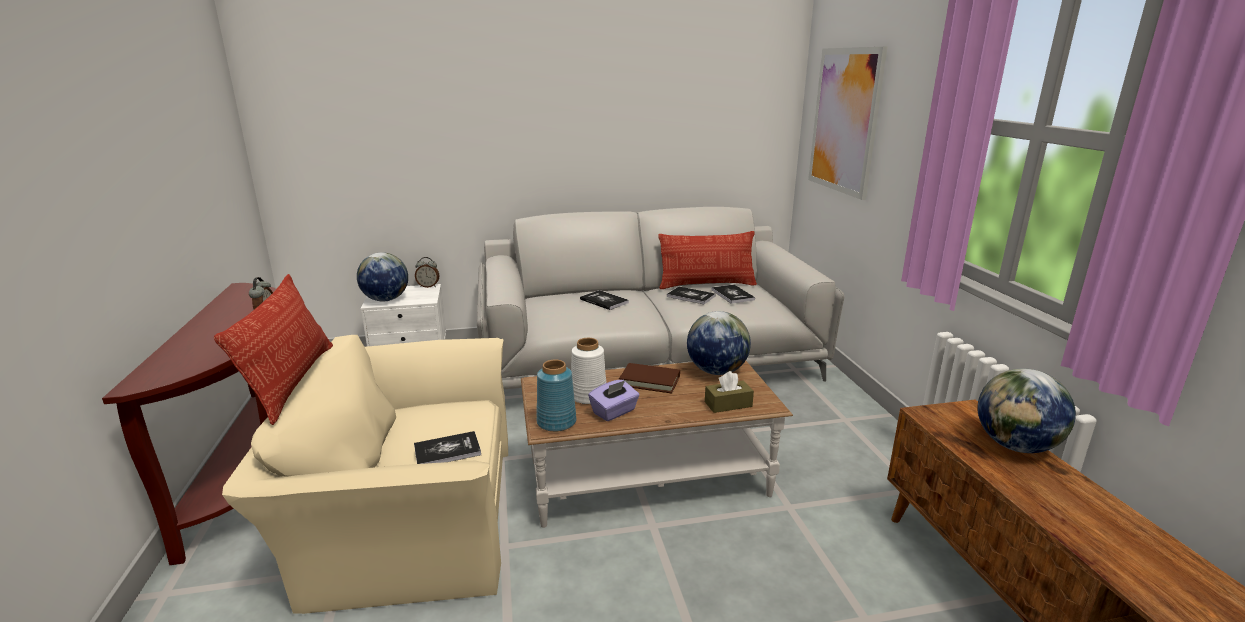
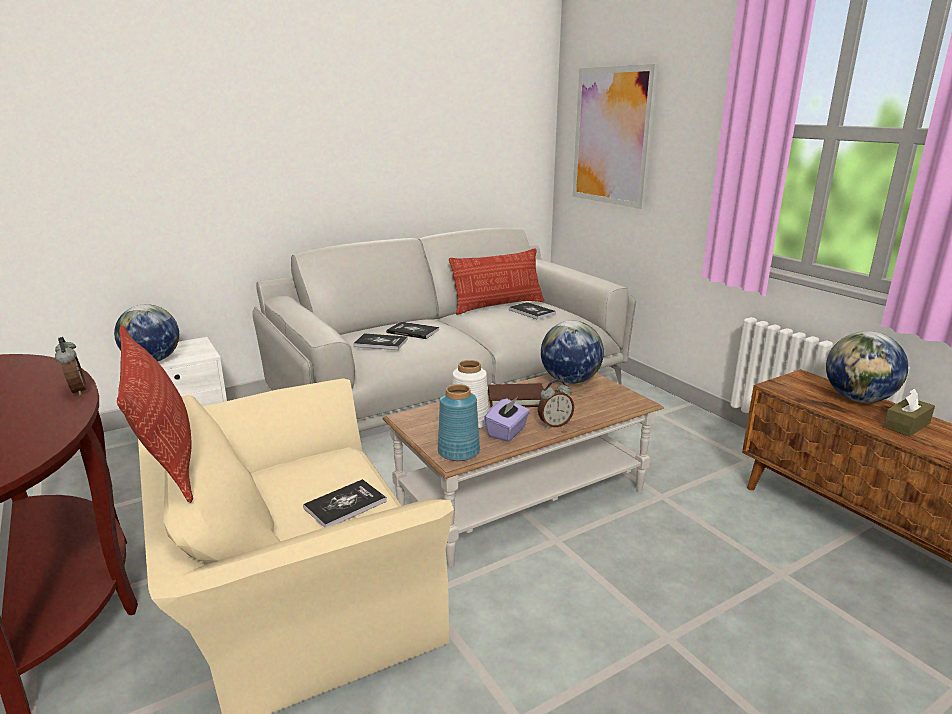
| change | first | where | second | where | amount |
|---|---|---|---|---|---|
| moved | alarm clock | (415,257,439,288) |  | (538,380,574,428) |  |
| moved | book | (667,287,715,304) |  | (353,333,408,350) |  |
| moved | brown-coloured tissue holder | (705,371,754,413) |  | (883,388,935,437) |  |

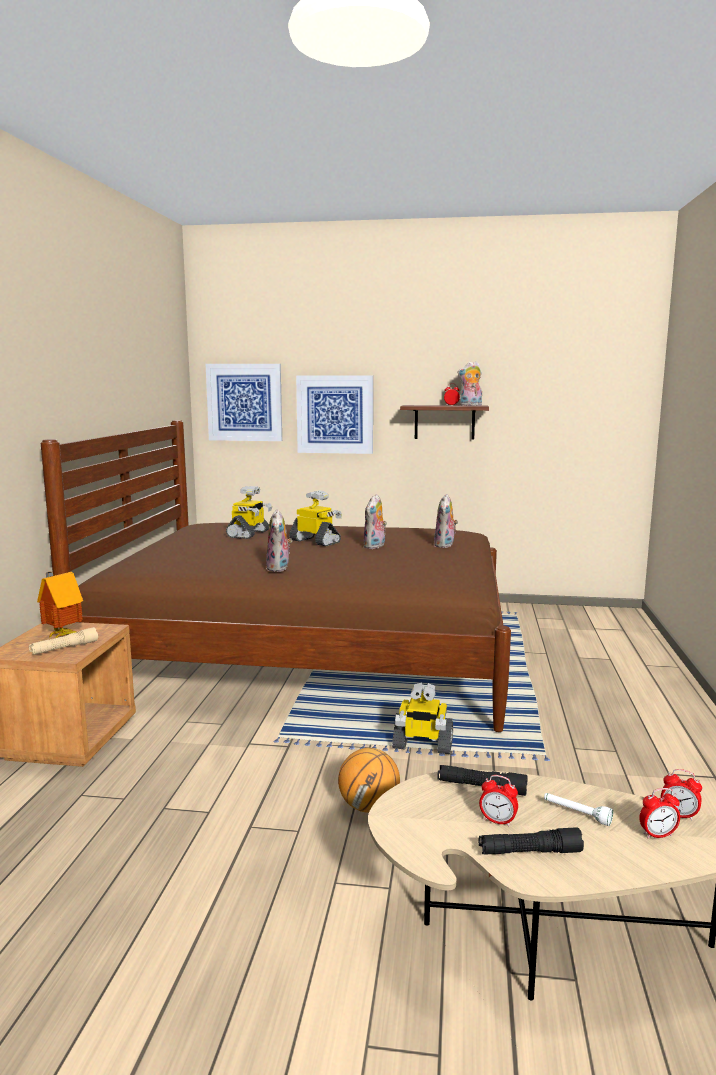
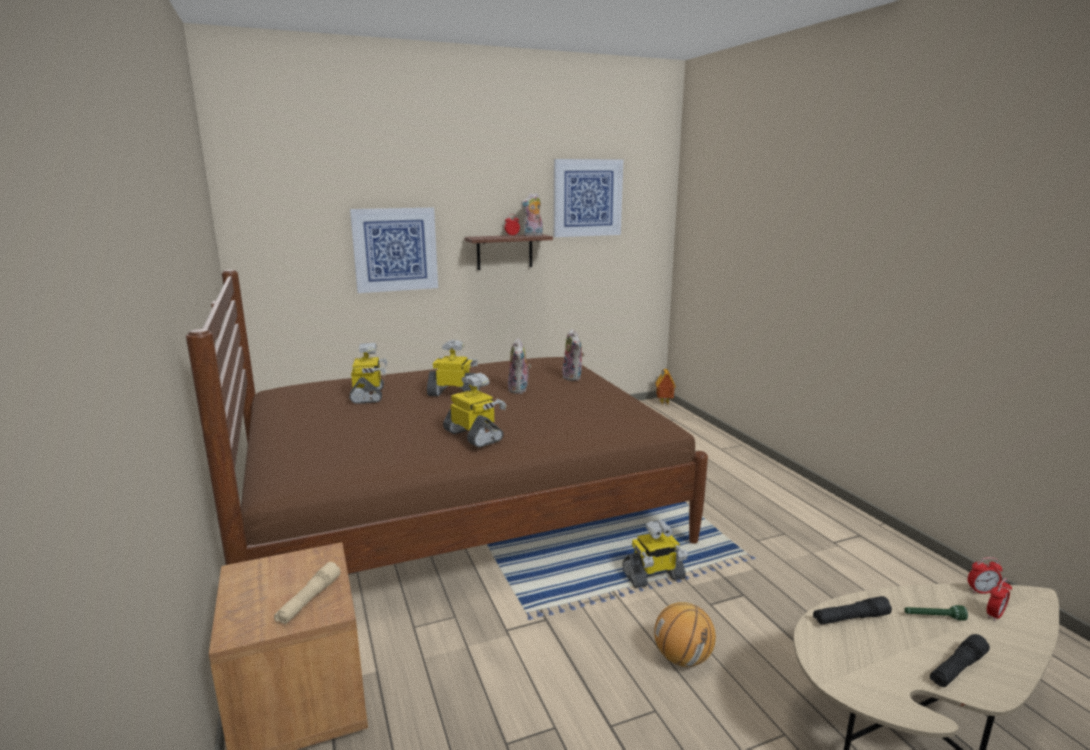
| change | first | where | second | where | amount |
|---|---|---|---|---|---|
| moved | wall picture | (206,364,282,441) |  | (554,159,623,237) |  |
| replaced | soft toy | (266,510,292,572) | model robot | (443,373,507,447) |  |
| moved | model house | (37,571,83,638) |  | (656,369,676,405) |  |
| removed | alarm clock | (479,775,518,826) |  |  |  |
| recoloured | whitish hand torch | (544,793,613,826) | greenish hand torch | (905,605,968,621) |  |

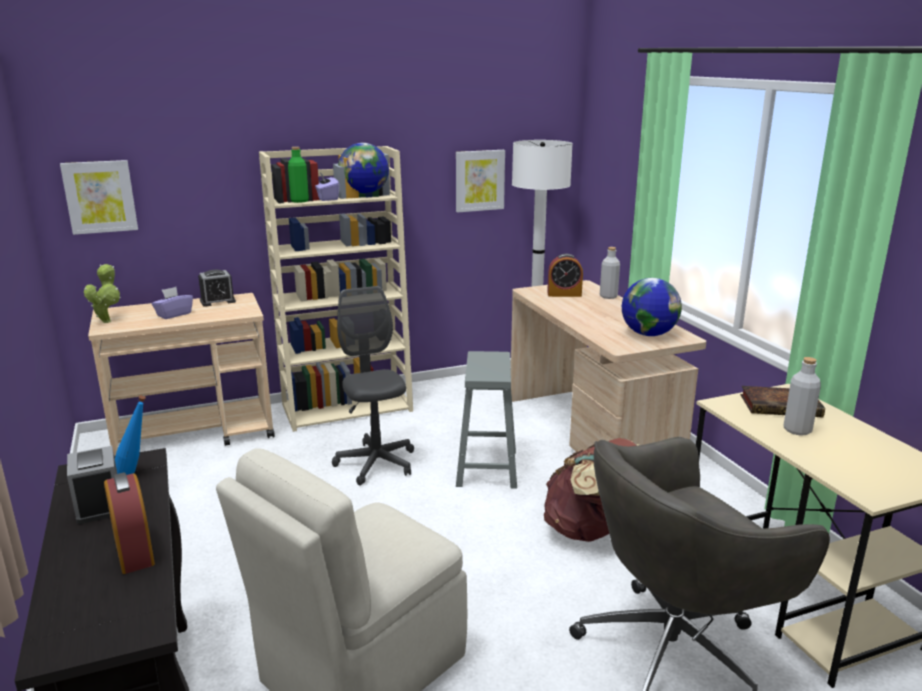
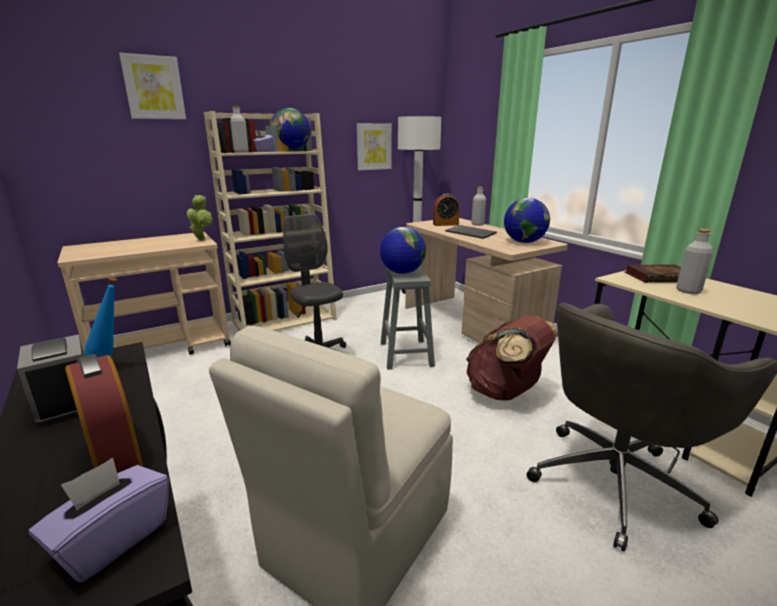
| change | first | where | second | where | amount |
|---|---|---|---|---|---|
| recoloured | greenish drink bottle | (288,147,309,203) | grey drink bottle | (230,106,249,153) |  |
| moved | wall picture | (60,160,138,235) |  | (119,53,186,119) |  |
| moved | potted plant | (84,264,121,323) |  | (187,195,213,241) |  |
| removed | alarm clock | (198,270,236,307) |  |  |  |
| moved | purple tissue holder | (152,287,193,319) |  | (29,458,169,582) |  |
| added |  |  | PC keyboard | (445,225,497,239) |  |
| added |  |  | desk globe | (380,227,426,274) |  |

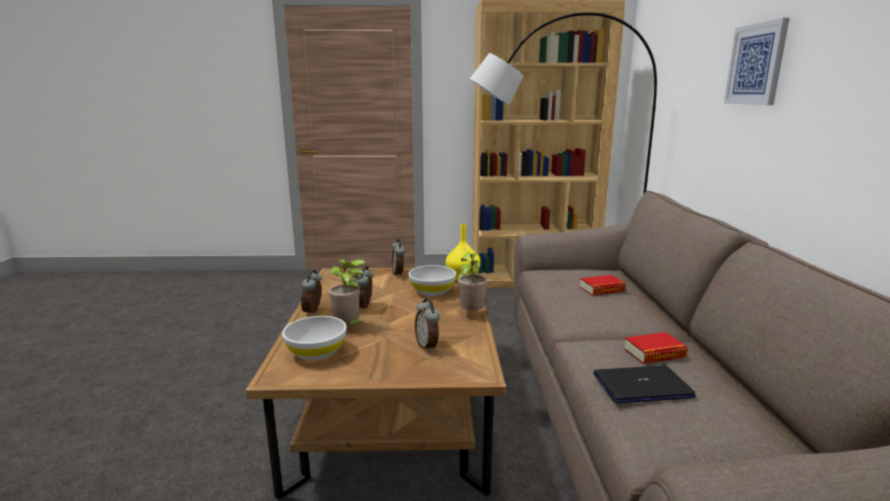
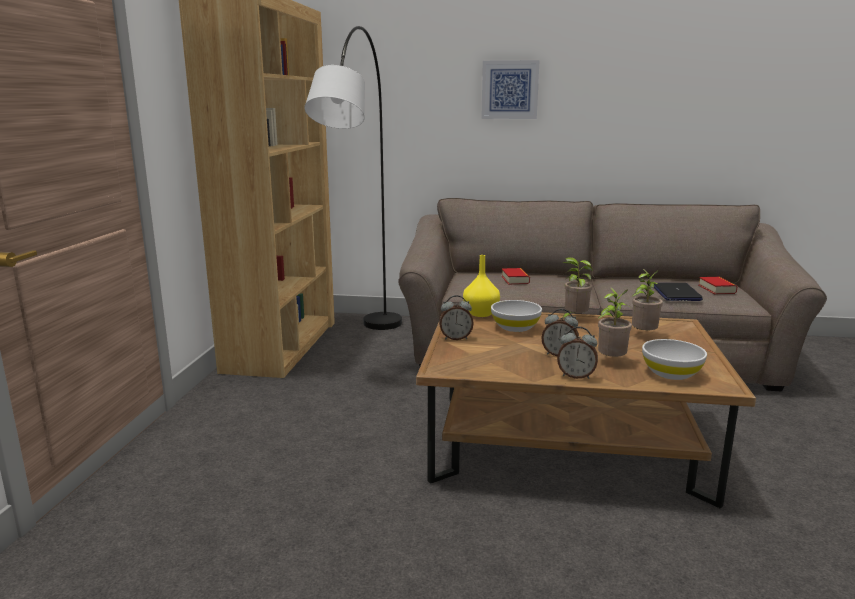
| change | first | where | second | where | amount |
|---|---|---|---|---|---|
| replaced | alarm clock | (415,298,440,352) | potted plant | (631,269,663,331) |  |
| moved | book | (624,332,688,364) |  | (698,277,737,294) |  |

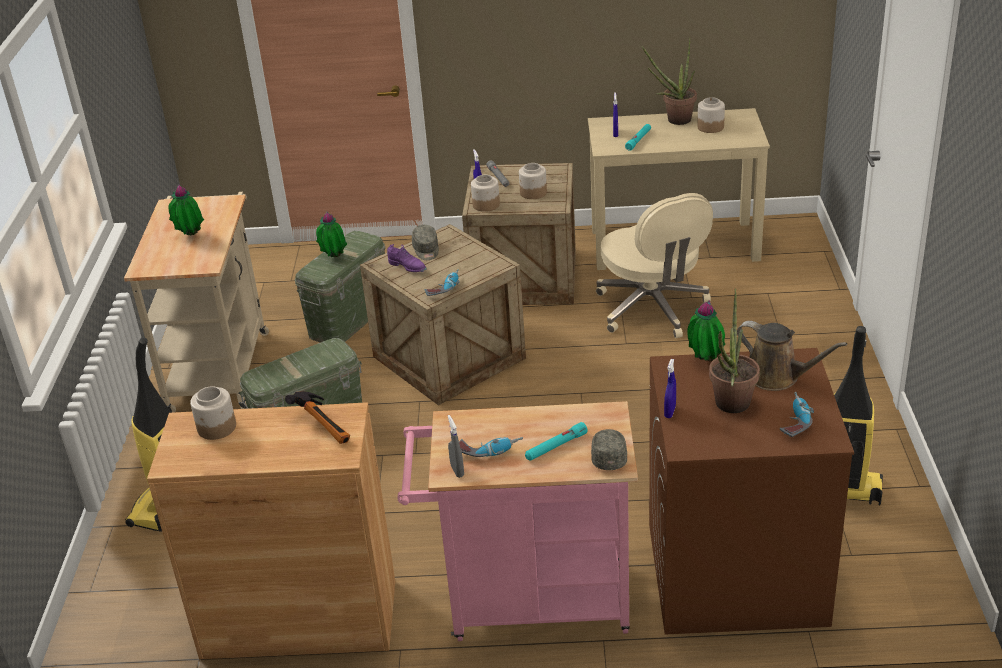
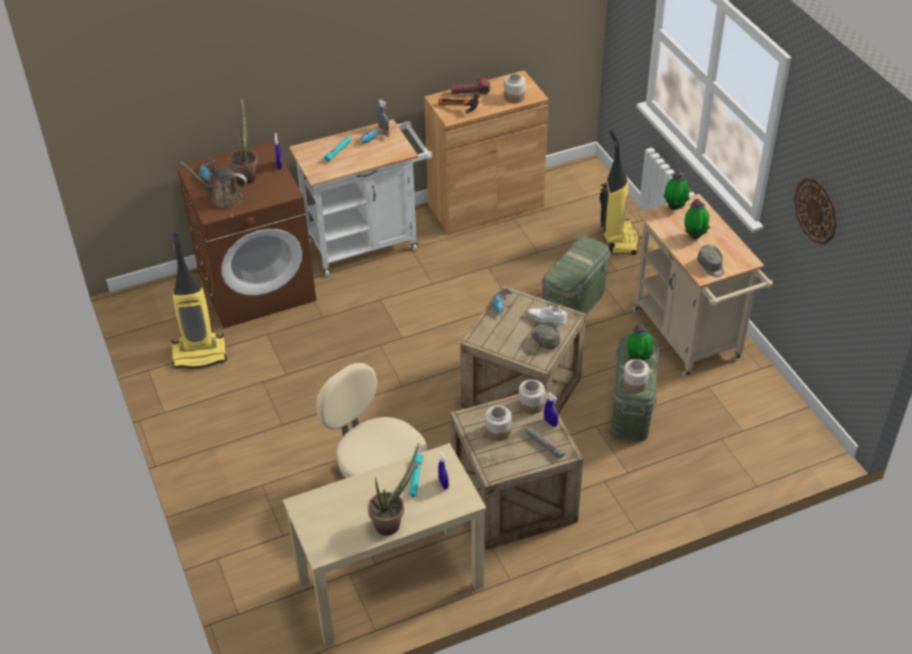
| change | first | where | second | where | amount |
|---|---|---|---|---|---|
| moved | preserve jar | (697,97,725,133) |  | (623,359,649,393) |  |
| recoloured | purple low shoe | (387,244,427,272) | whitish low shoe | (527,304,567,326) |  |
| moved | potted plant | (687,300,725,362) |  | (664,170,690,210) |  |
| recoloured | pink wheeled cart | (398,401,638,641) | whitish wheeled cart | (289,119,433,276) |  |
| moved | grey cap | (591,429,627,470) |  | (697,245,724,277) |  |
| added |  |  | hand torch | (451,78,490,94) |  |
| added |  |  | wall clock | (794,178,837,245) |  |

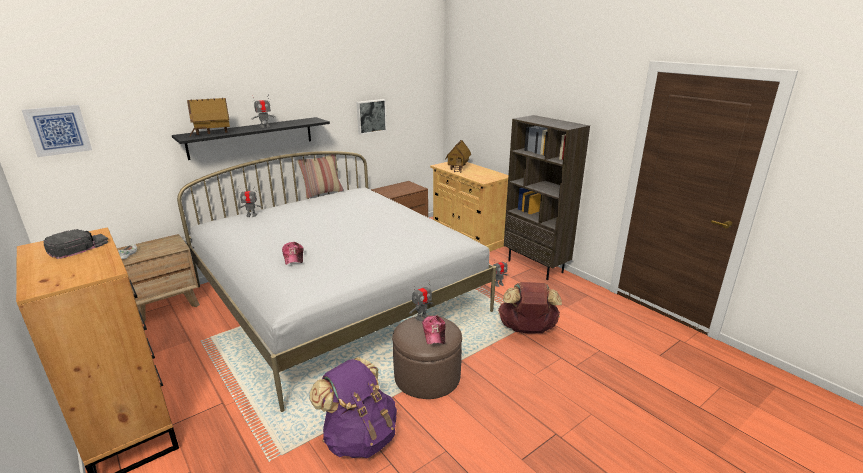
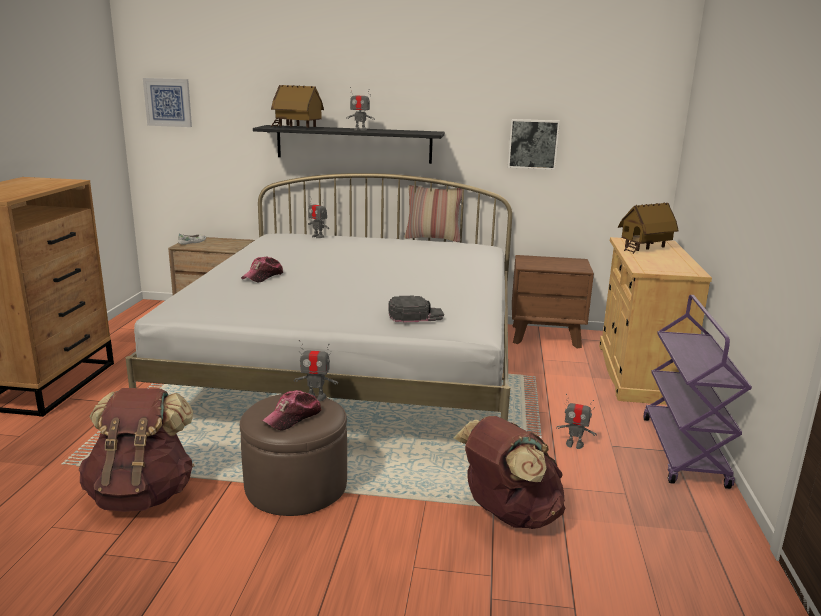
| change | first | where | second | where | amount |
|---|---|---|---|---|---|
| replaced | brown-coloured bookcase | (504,115,590,280) | purple wheeled cart | (643,295,752,489) |  |
| moved | black cap | (43,229,108,259) |  | (388,296,444,322) |  |
| recoloured | purple knapsack | (310,357,397,458) | brown-coloured knapsack | (79,388,194,512) |  |

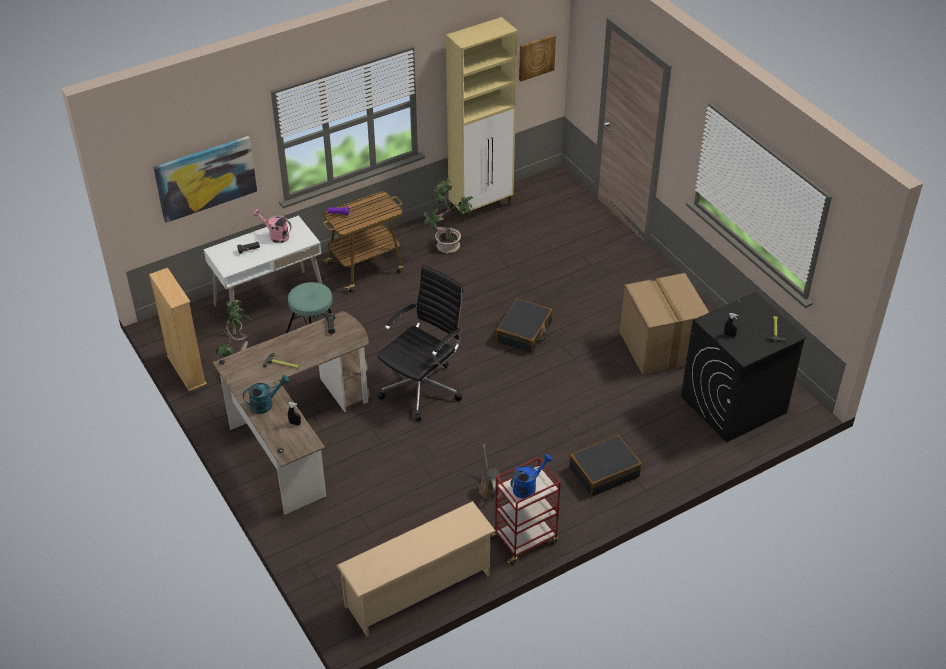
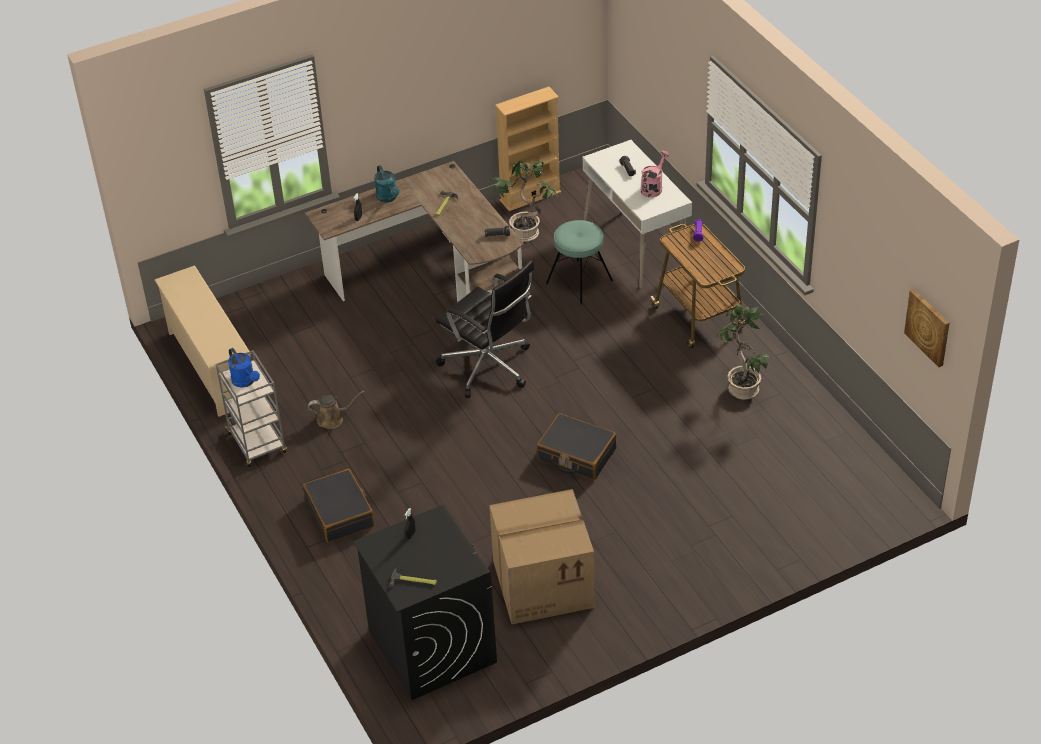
| change | first | where | second | where | amount |
|---|---|---|---|---|---|
| removed | sand-coloured cabinet | (446,17,518,223) |  |  |  |
| removed | wall picture | (153,136,257,223) |  |  |  |
| recoloured | red wheeled cart | (490,457,561,565) | grey wheeled cart | (216,350,287,467) |  |

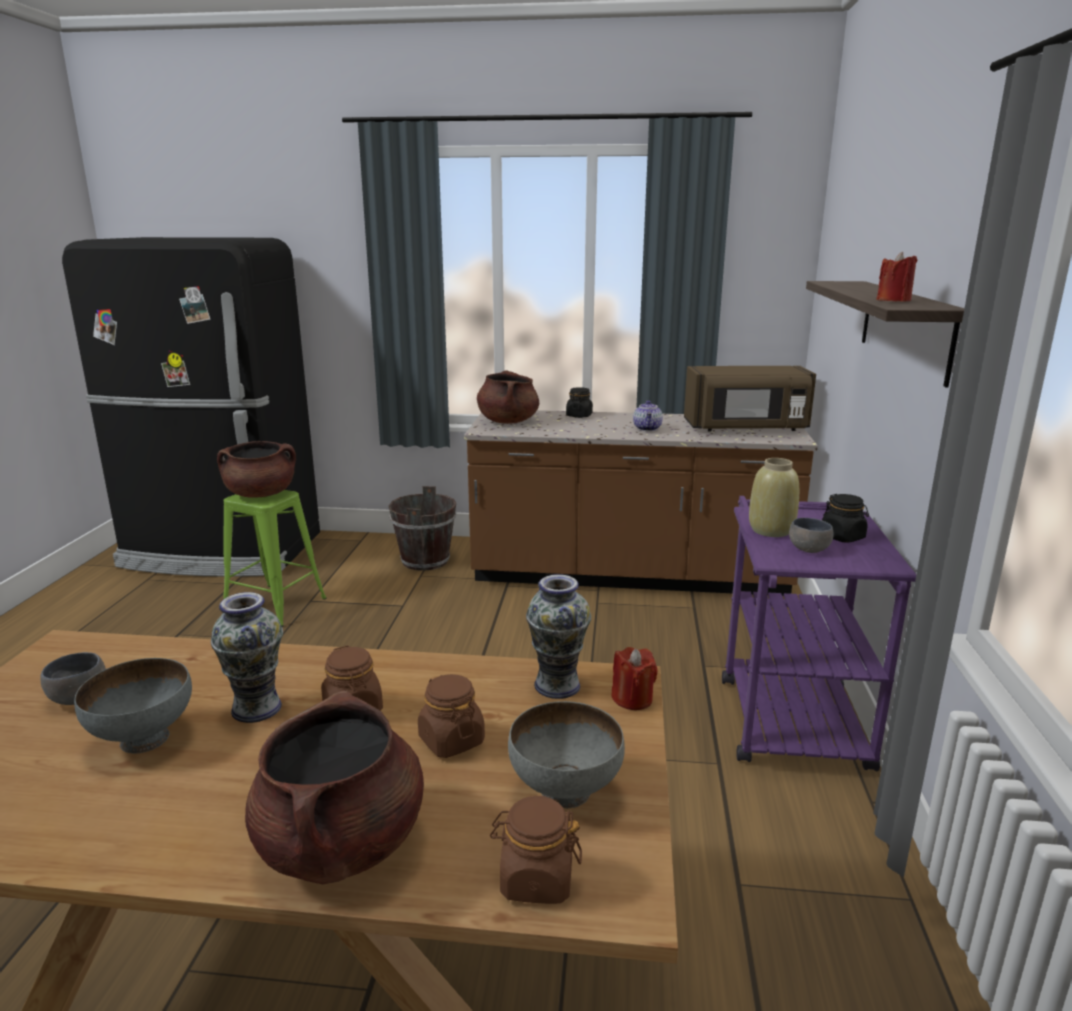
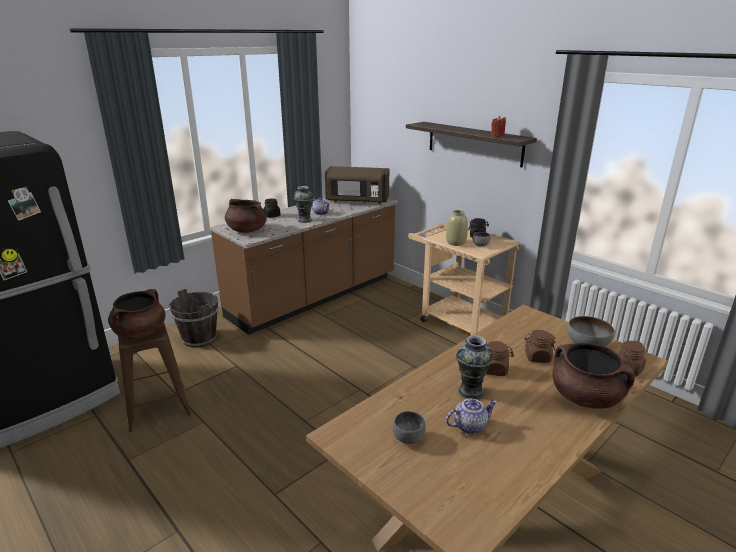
| change | first | where | second | where | amount |
|---|---|---|---|---|---|
| turned | brown-coloured microwave | (684,366,816,432) |  | (325,166,389,204) | 60 degrees clockwise |
| recoloured | greenish stool | (222,490,327,627) | brown-coloured stool | (118,323,191,432) |  |
| recoloured | purple wheeled cart | (722,496,916,771) | sand-coloured wheeled cart | (408,222,520,336) |  |
| moved | flower vase | (526,574,591,699) |  | (294,186,313,223) |  |
| removed | red wax light | (611,647,658,710) |  |  |  |
| replaced | grey deep dish | (74,658,192,754) | teapot | (446,399,497,434) |  |

